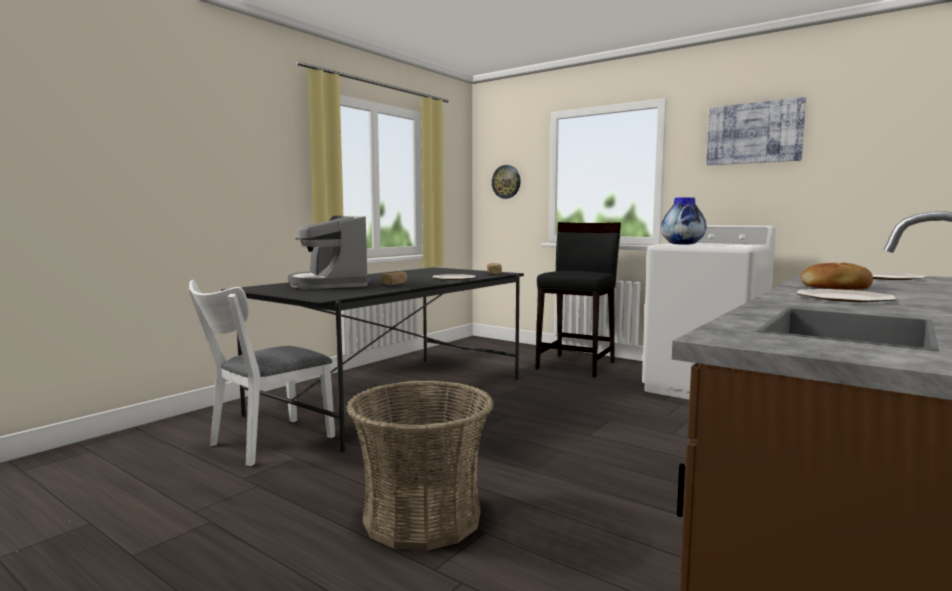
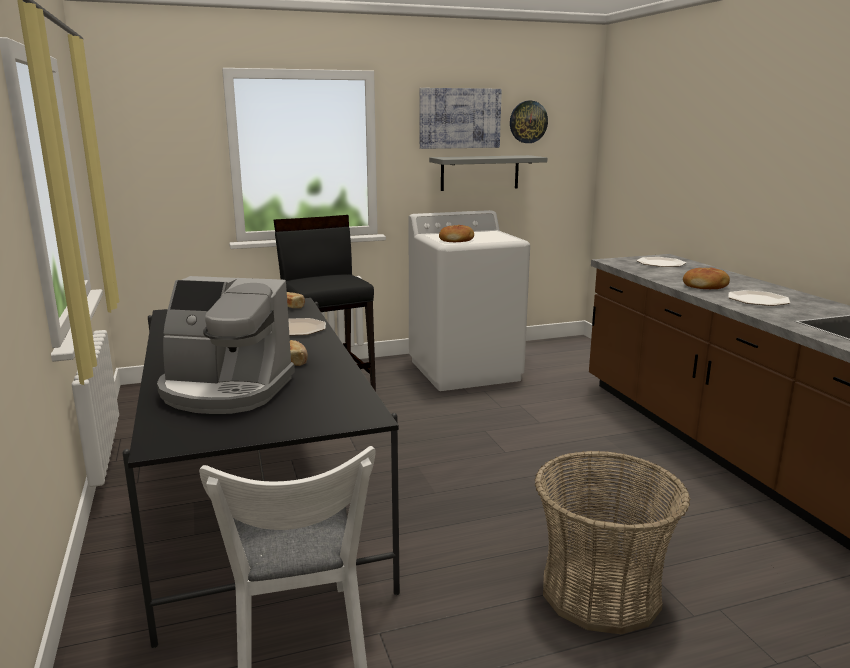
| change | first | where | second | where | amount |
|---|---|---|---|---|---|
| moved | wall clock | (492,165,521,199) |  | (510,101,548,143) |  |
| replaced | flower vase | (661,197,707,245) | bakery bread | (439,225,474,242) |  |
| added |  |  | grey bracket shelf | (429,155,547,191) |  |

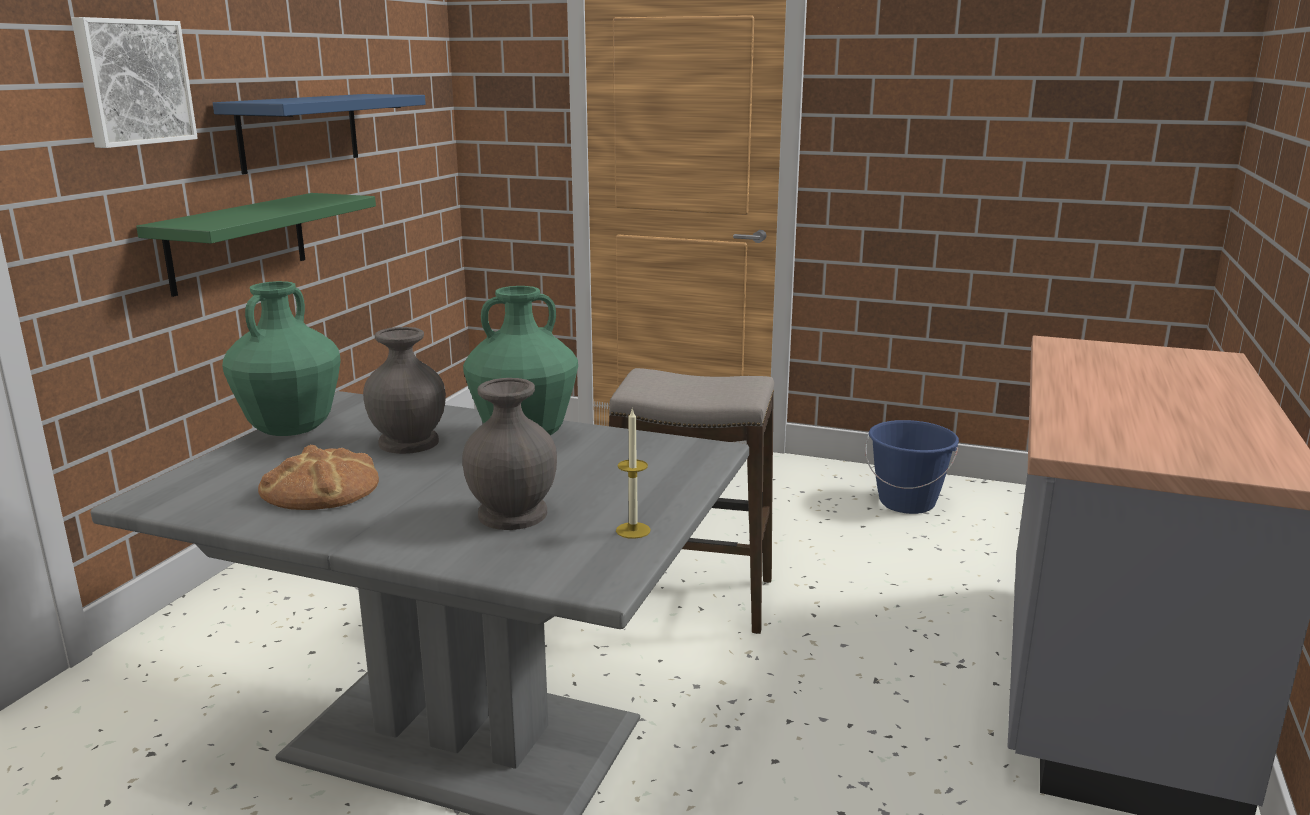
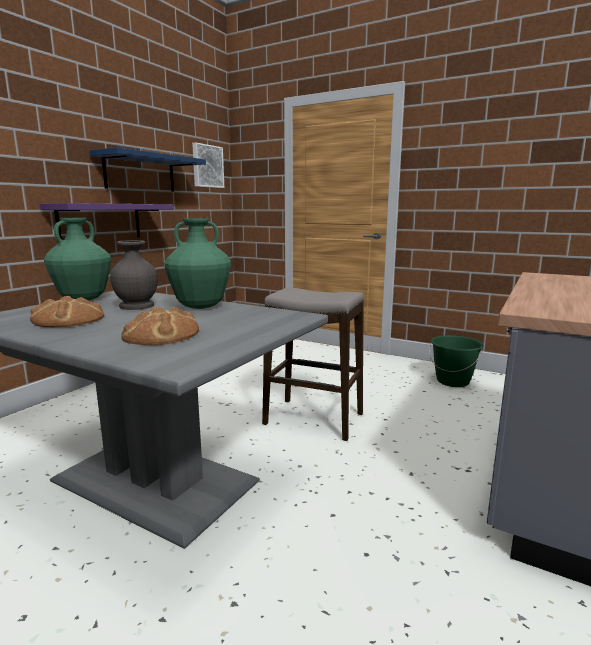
| change | first | where | second | where | amount |
|---|---|---|---|---|---|
| moved | wall picture | (71,17,198,148) |  | (192,143,224,188) |  |
| recoloured | greenish bracket shelf | (136,193,376,297) | purple bracket shelf | (39,203,173,239) |  |
| replaced | grey flower vase | (462,378,557,530) | bakery bread | (121,306,199,345) |  |
| removed | wax light | (616,409,651,539) |  |  |  |
| recoloured | blue water bucket | (865,420,959,514) | greenish water bucket | (429,335,484,387) |  |

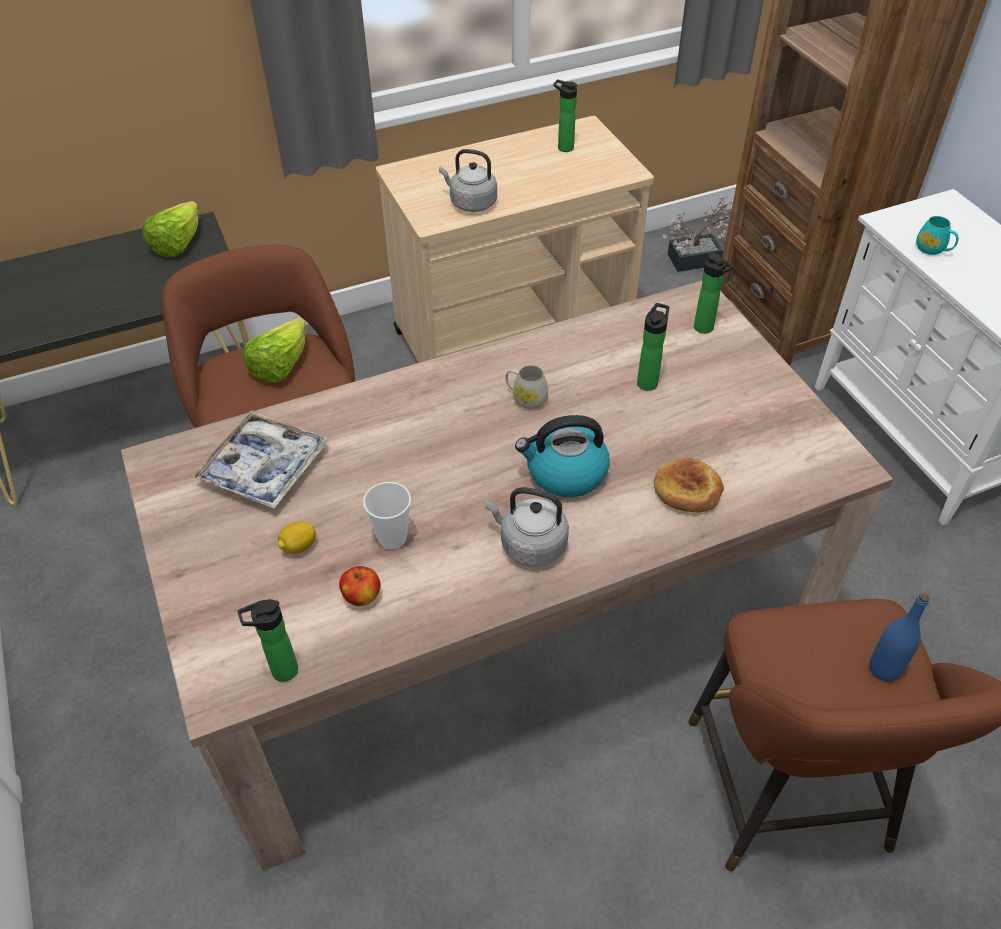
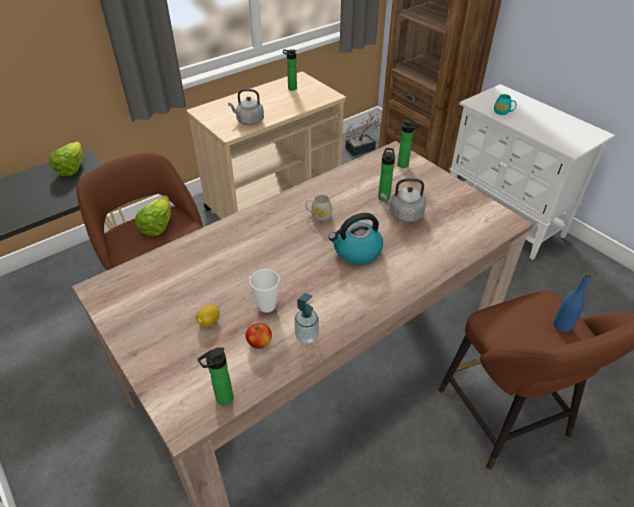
| change | first | where | second | where | amount |
|---|---|---|---|---|---|
| removed | serving tray | (192,410,327,509) |  |  |  |
| removed | bakery bread | (654,458,724,513) |  |  |  |
| moved | grey kettle | (485,487,569,567) |  | (381,178,426,222) |  |
| added |  |  | soap dispenser | (294,293,319,344) |  |

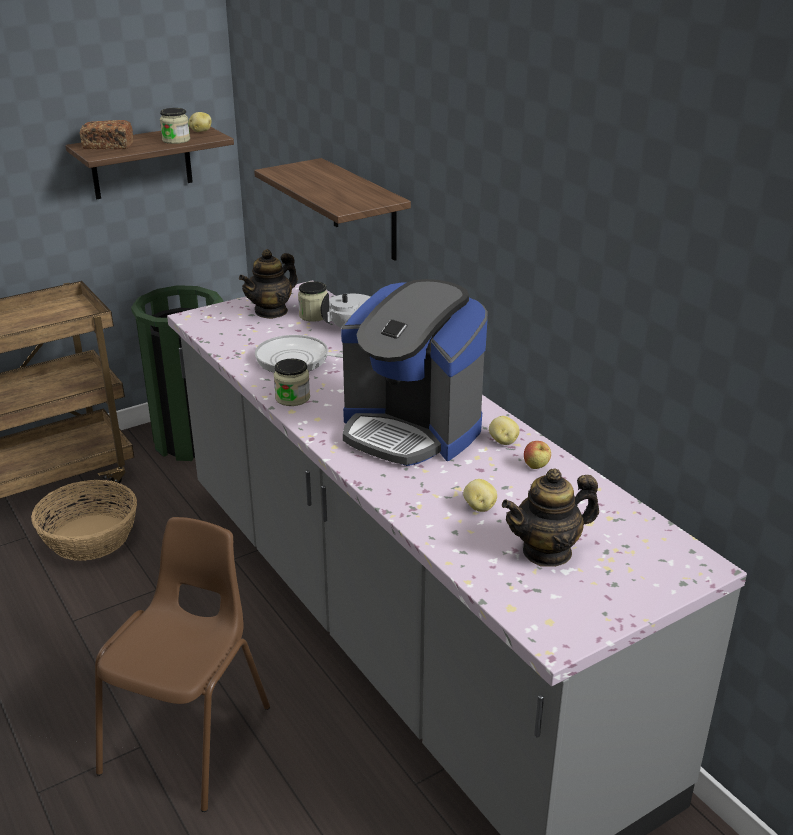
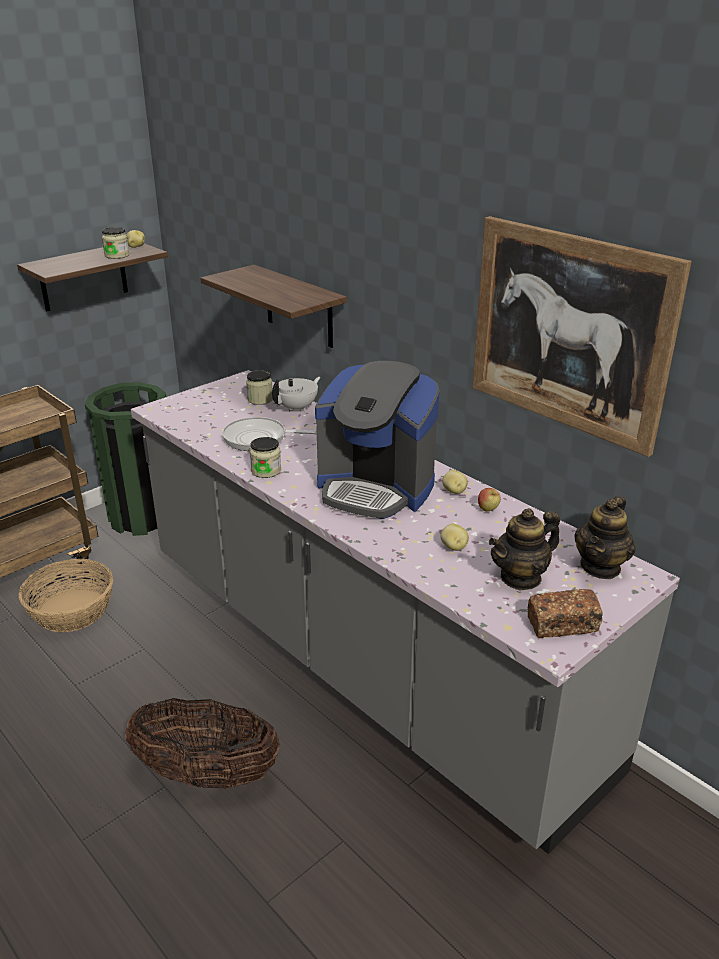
| change | first | where | second | where | amount |
|---|---|---|---|---|---|
| moved | bakery bread | (80,120,133,149) |  | (527,589,603,638) |  |
| moved | teapot | (239,249,298,319) |  | (574,496,635,579) |  |
| replaced | brown-coloured chair | (95,517,270,812) | storage basket | (125,698,280,789) |  |
| added |  |  | wall picture | (472,216,692,457) |  |

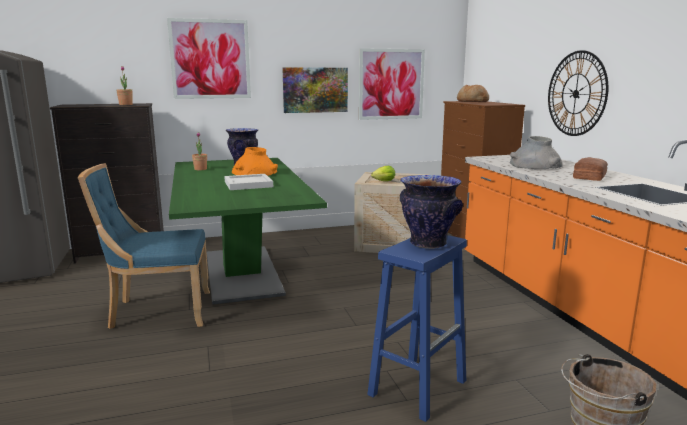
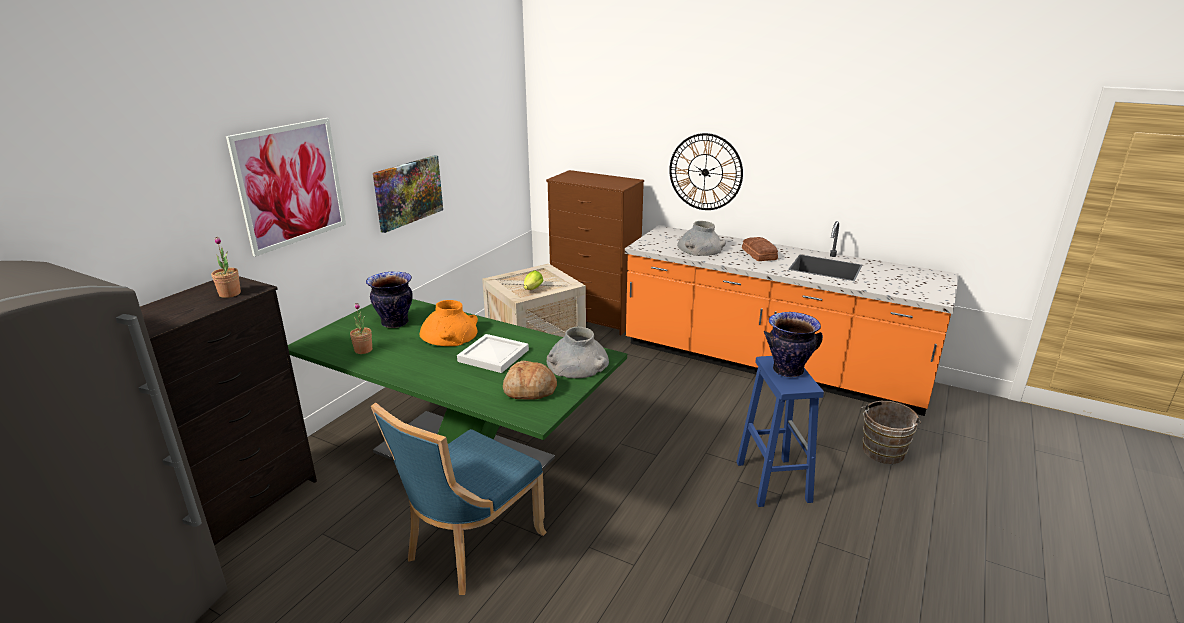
| change | first | where | second | where | amount |
|---|---|---|---|---|---|
| removed | wall picture | (359,48,425,120) |  |  |  |
| moved | bakery bread | (457,85,489,102) |  | (503,361,557,400) |  |
| added |  |  | grey flower vase | (547,327,609,378) |  |

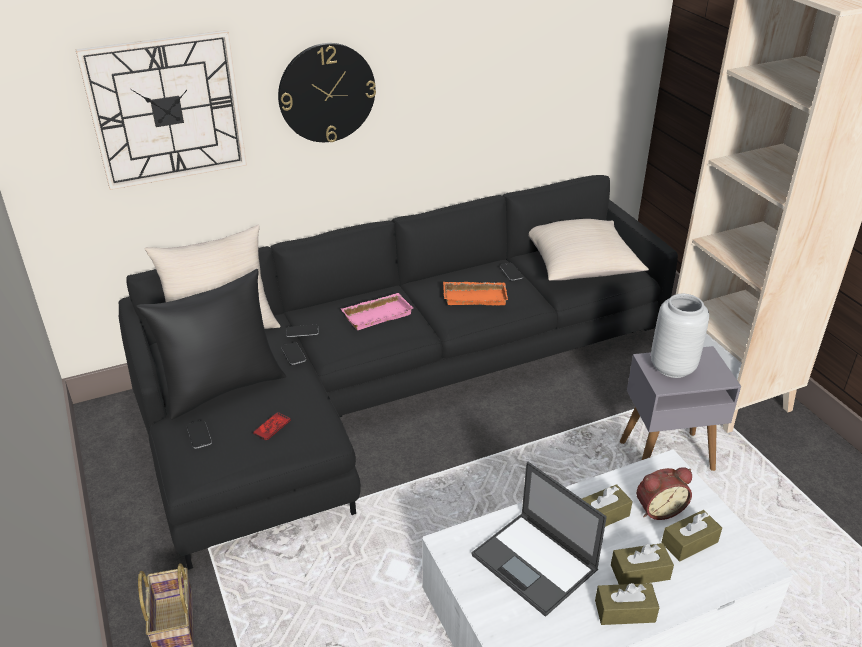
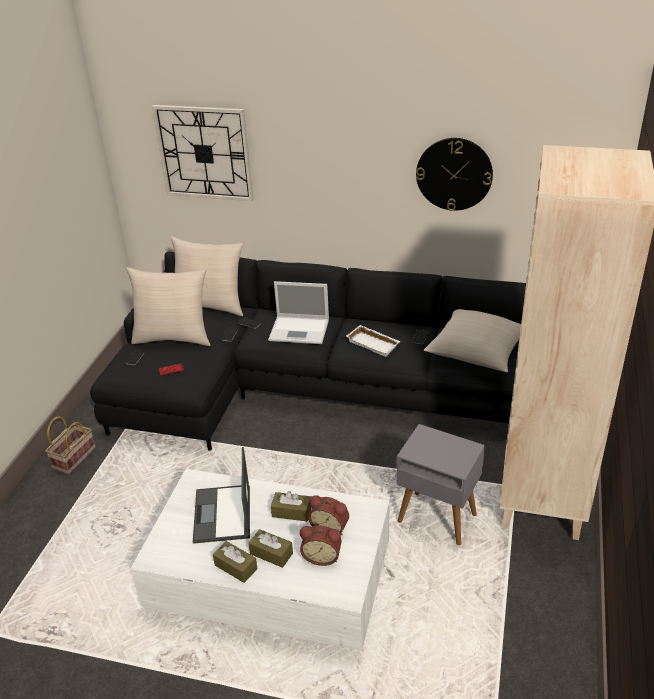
| change | first | where | second | where | amount |
|---|---|---|---|---|---|
| moved | wall clock | (278,43,376,142) |  | (416,138,493,211) |  |
| recoloured | black cushion | (136,269,286,420) | sand-coloured cushion | (126,267,210,346) |  |
| recoloured | orange-coloured serving tray | (443,282,508,305) | whitish serving tray | (346,325,401,357) |  |
| replaced | pink serving tray | (341,293,414,330) | laptop | (268,281,329,344) |  |
| removed | grey flower vase | (651,294,709,378) |  |  |  |
| replaced | brown-coloured tissue holder | (661,510,722,561) | alarm clock | (300,525,342,566) |  |

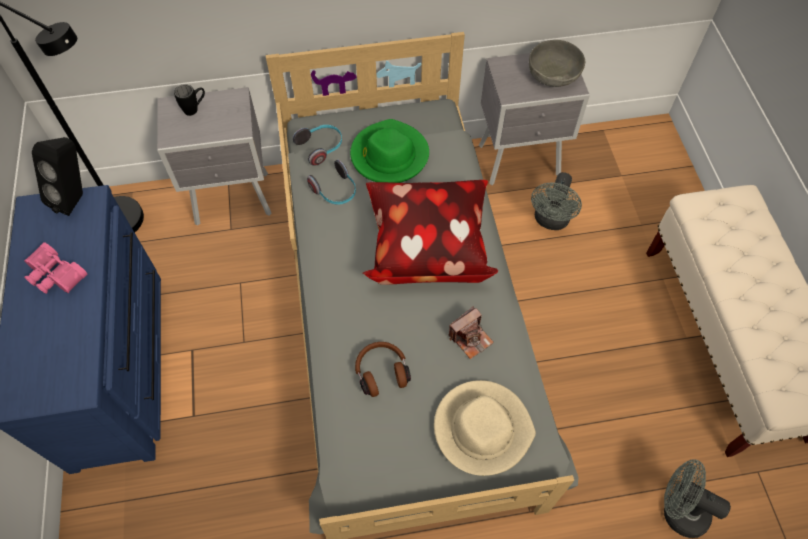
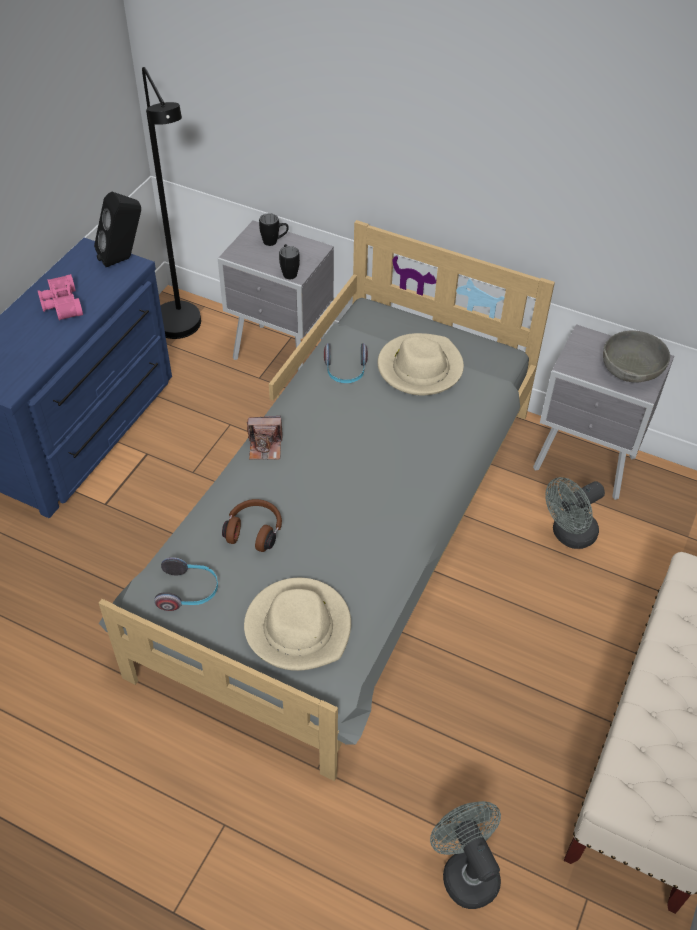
| change | first | where | second | where | amount |
|---|---|---|---|---|---|
| recoloured | greenish wearable hat | (350,119,429,183) | sand-coloured wearable hat | (378,333,464,395) |  |
| moved | headset | (292,125,342,166) |  | (154,557,218,611) |  |
| removed | cushion | (362,180,498,285) |  |  |  |
| moved | still camera | (449,306,494,359) |  | (247,416,283,460) |  |
| added |  |  | black mug | (279,244,300,279) |  |

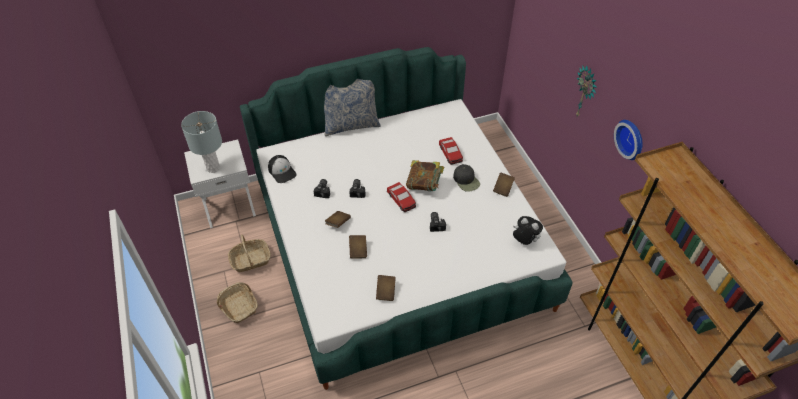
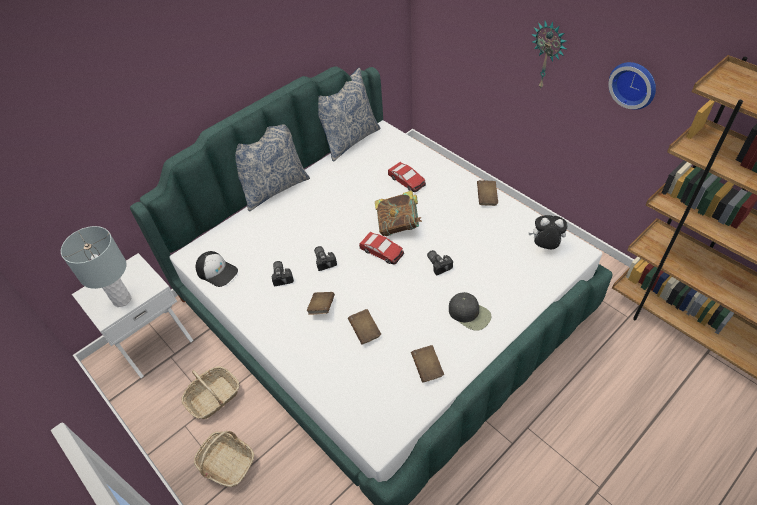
| change | first | where | second | where | amount |
|---|---|---|---|---|---|
| moved | black cap | (453,164,480,192) |  | (449,292,492,331) |  |
| added |  |  | cushion | (318,68,381,162) |  |

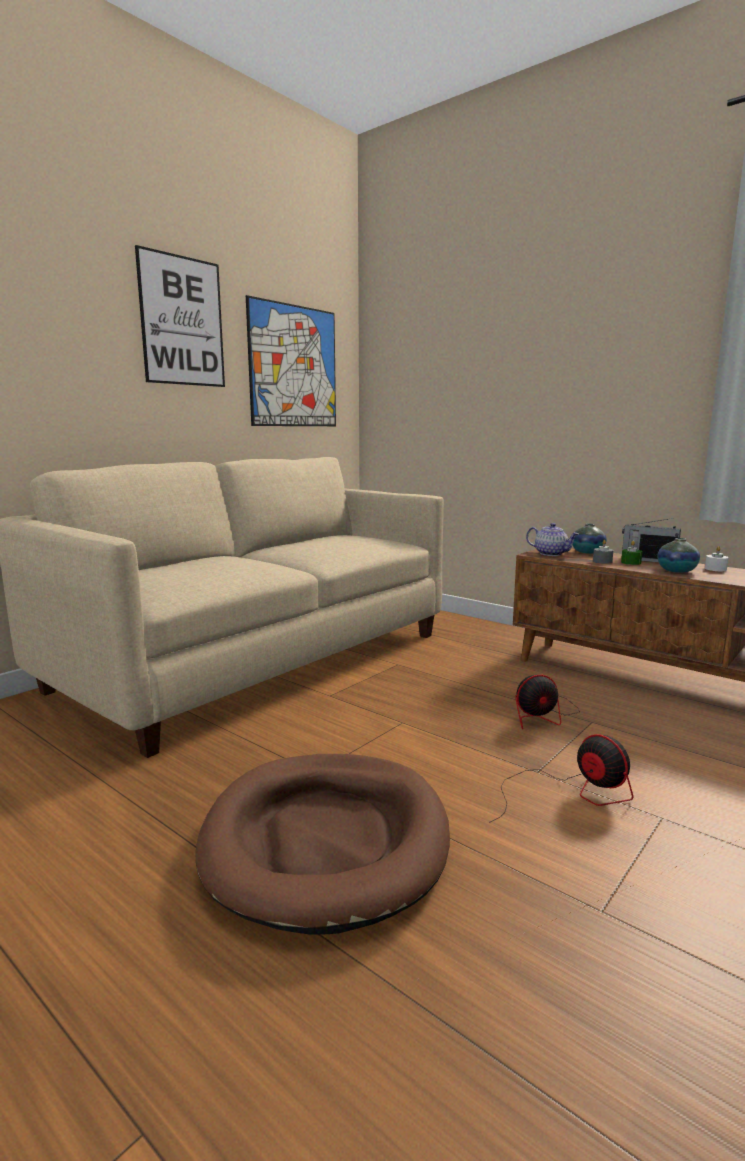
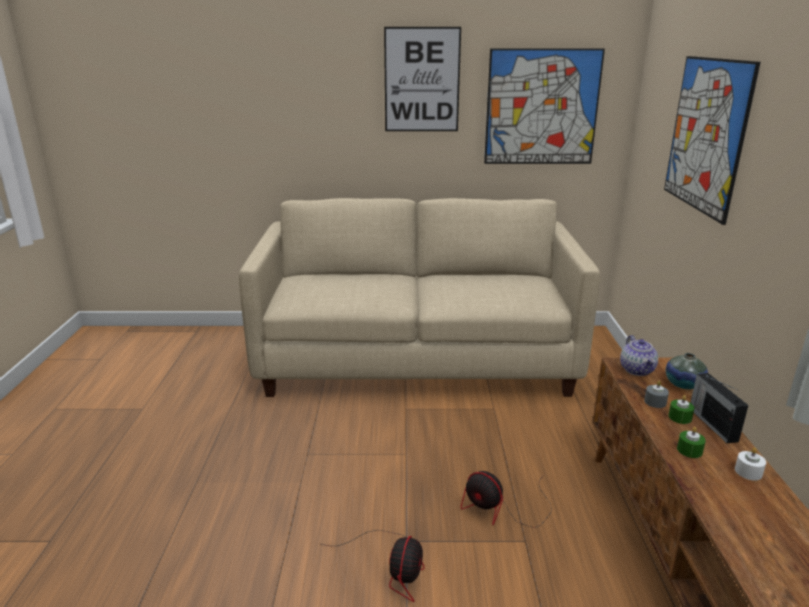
| change | first | where | second | where | amount |
|---|---|---|---|---|---|
| replaced | flower vase | (658,538,700,573) | greenish wax light | (677,427,706,458) |  |
| removed | brown-coloured dog cushion | (195,754,450,934) |  |  |  |
| added |  |  | wall picture | (664,56,761,225) |  |

